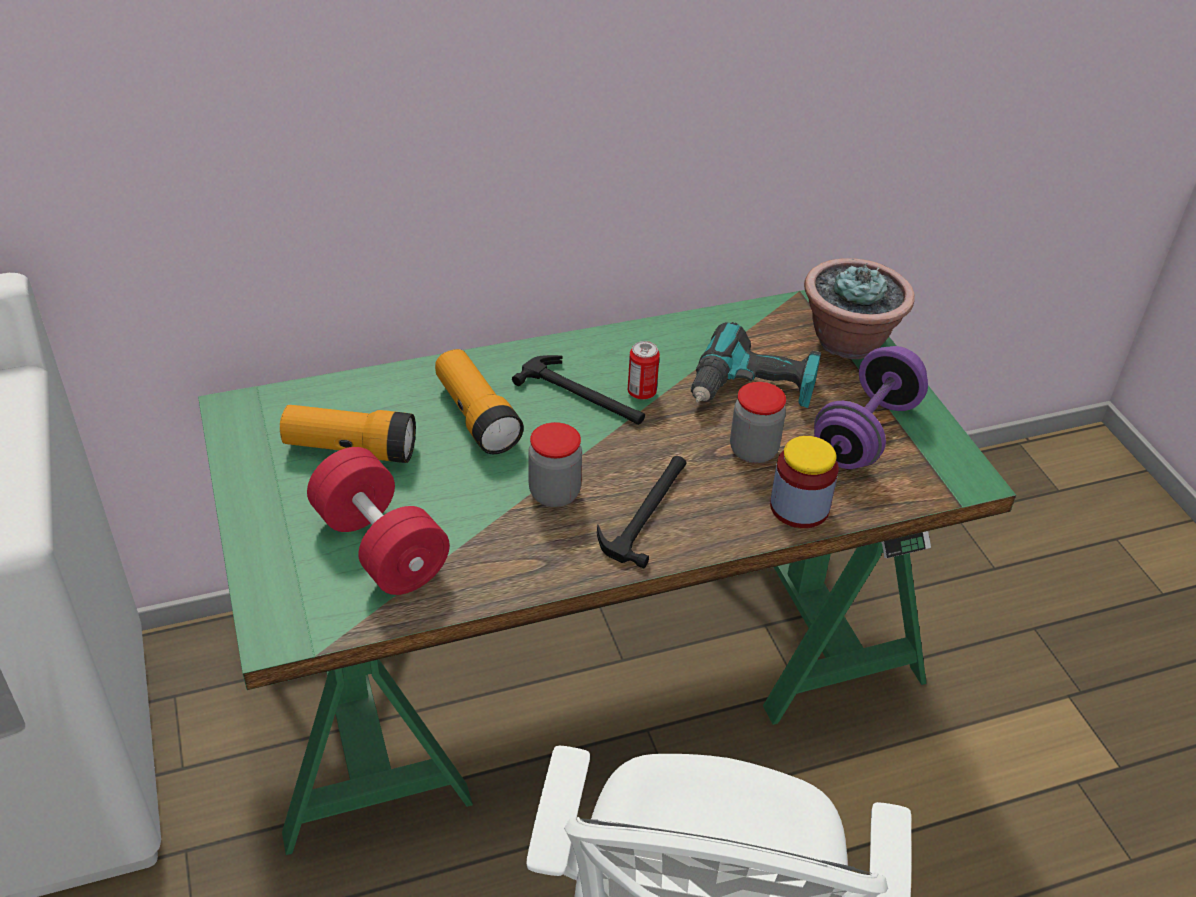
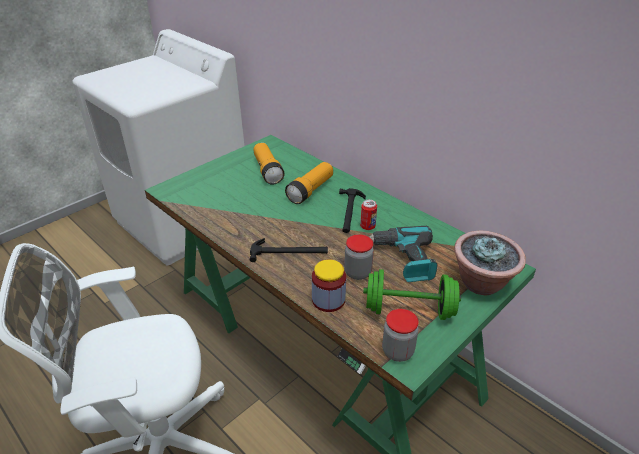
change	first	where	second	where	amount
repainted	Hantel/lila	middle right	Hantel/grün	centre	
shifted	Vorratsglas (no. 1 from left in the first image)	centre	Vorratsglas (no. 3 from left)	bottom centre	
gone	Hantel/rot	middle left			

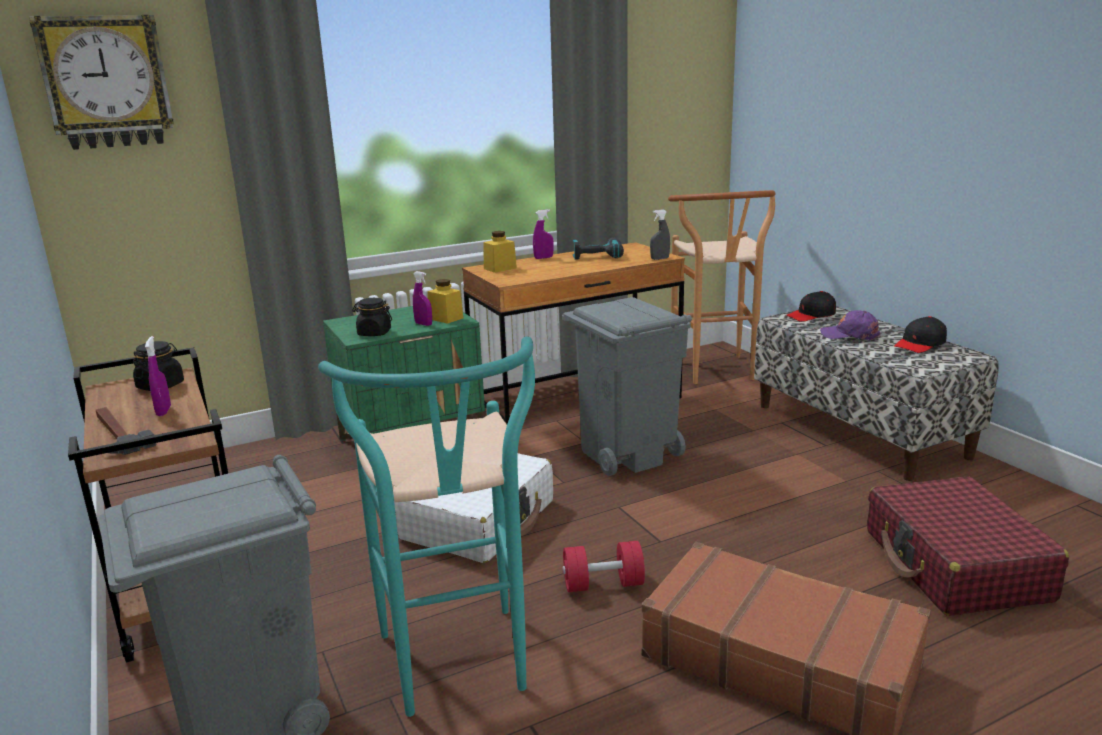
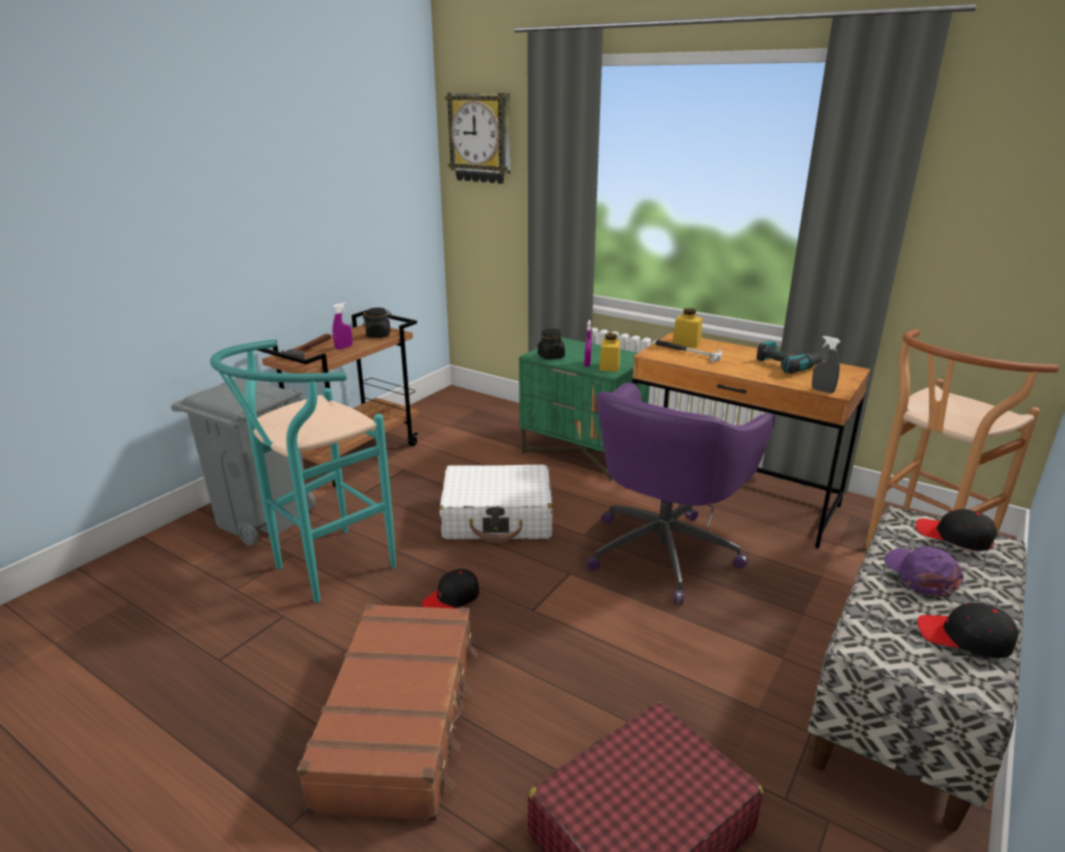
change	first	where	second	where	amount
swapped	Hantel/rot	bottom centre	Kappe/schwarz (no. 1 from left)	bottom centre	
swapped	Mülleimer/grau (no. 2 from left)	centre	Bürostuhl/lila	centre	
new			Hammer (no. 2 from left)	centre	
gone	Sprühflasche/lila (no. 3 from left)	top centre			

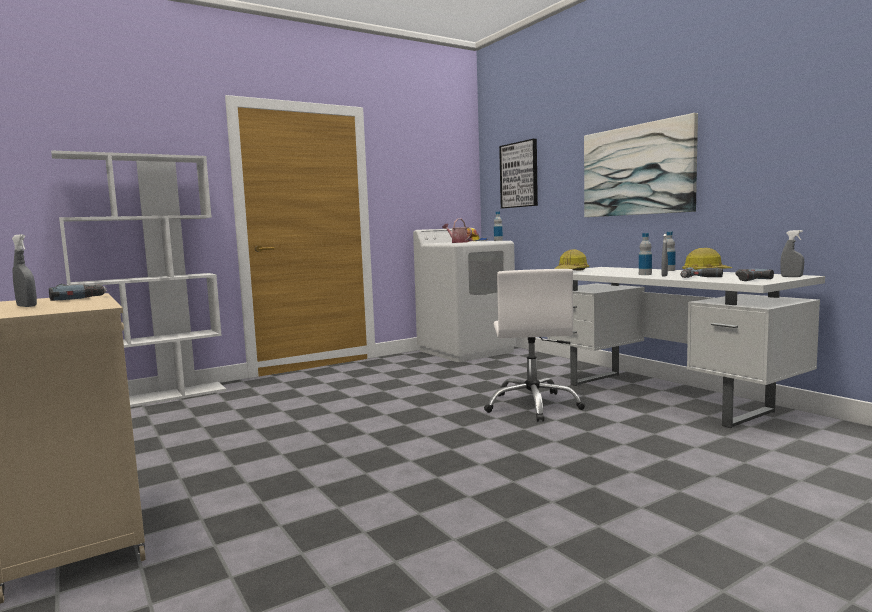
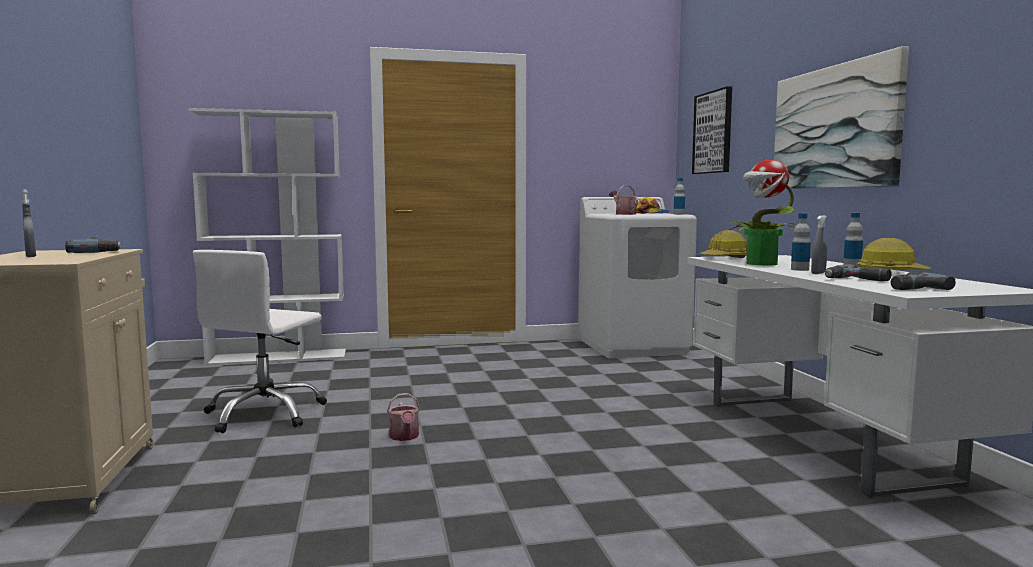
change	first	where	second	where	amount
shifted	Bürostuhl/weiß	centre		middle left	
new			Gießkanne (no. 1 from left)	bottom centre	
new			Topfpflanze	middle right	
gone	Sprühflasche/grau (no. 3 from left)	middle right			

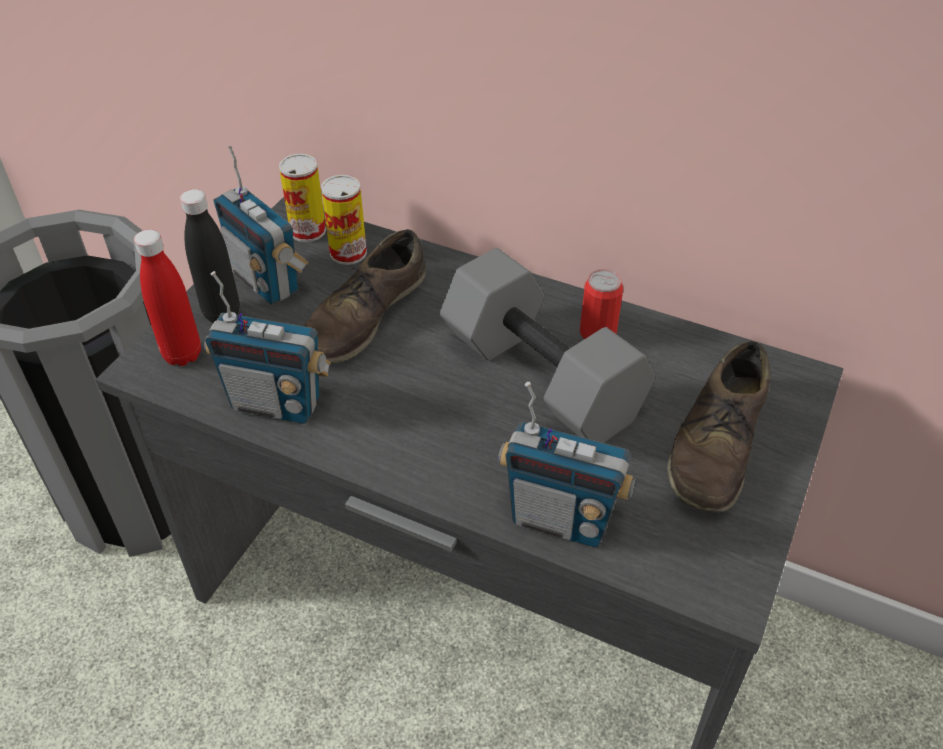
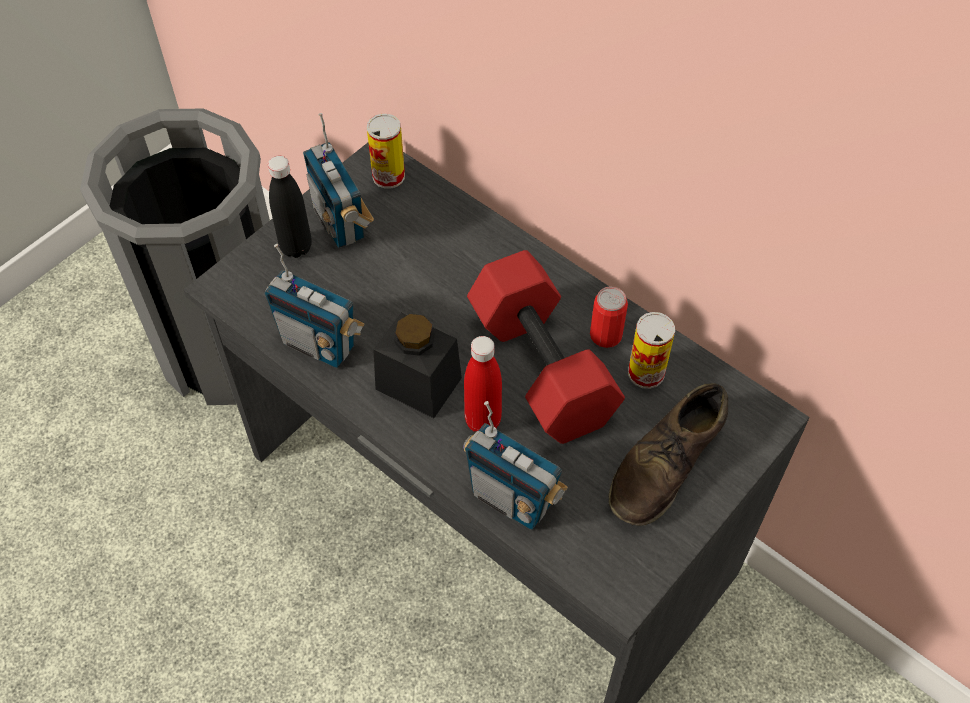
change	first	where	second	where	amount
new			Vorratsglas/schwarz	centre	
shifted	Flasche/rot	middle left		centre	
repainted	Hantel/grau	centre	Hantel/rot	centre	
shifted	Dose (no. 2 from left in the first image)	top centre	Dose (no. 3 from left)	middle right	
gone	Schuh/braun (no. 1 from left)	centre			

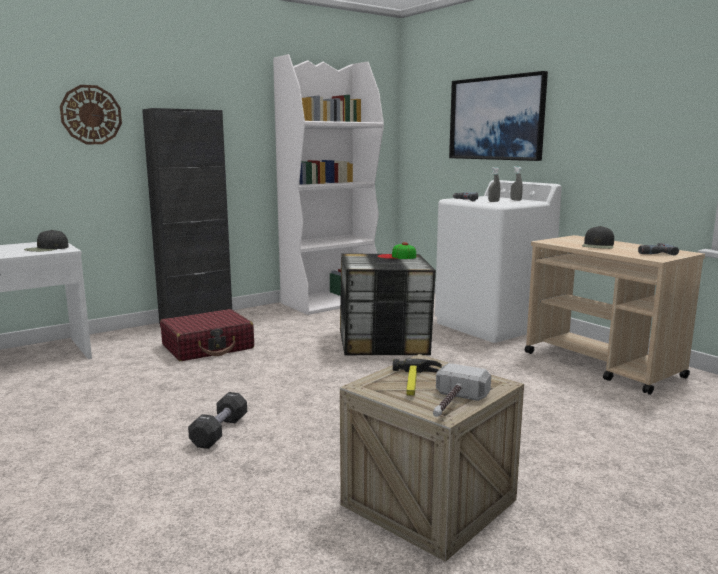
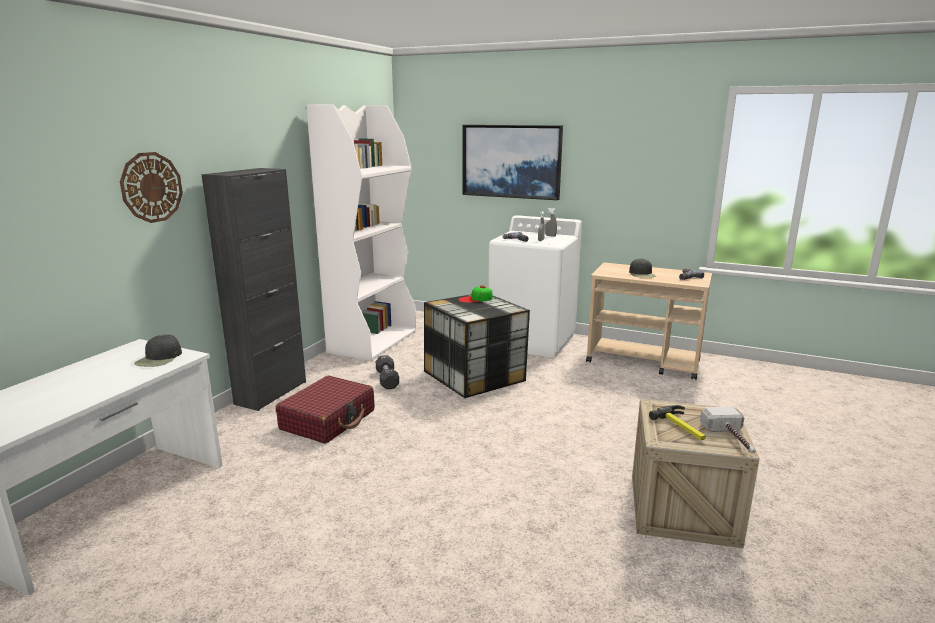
change	first	where	second	where	amount
shifted	Hantel/schwarz	bottom left		centre	

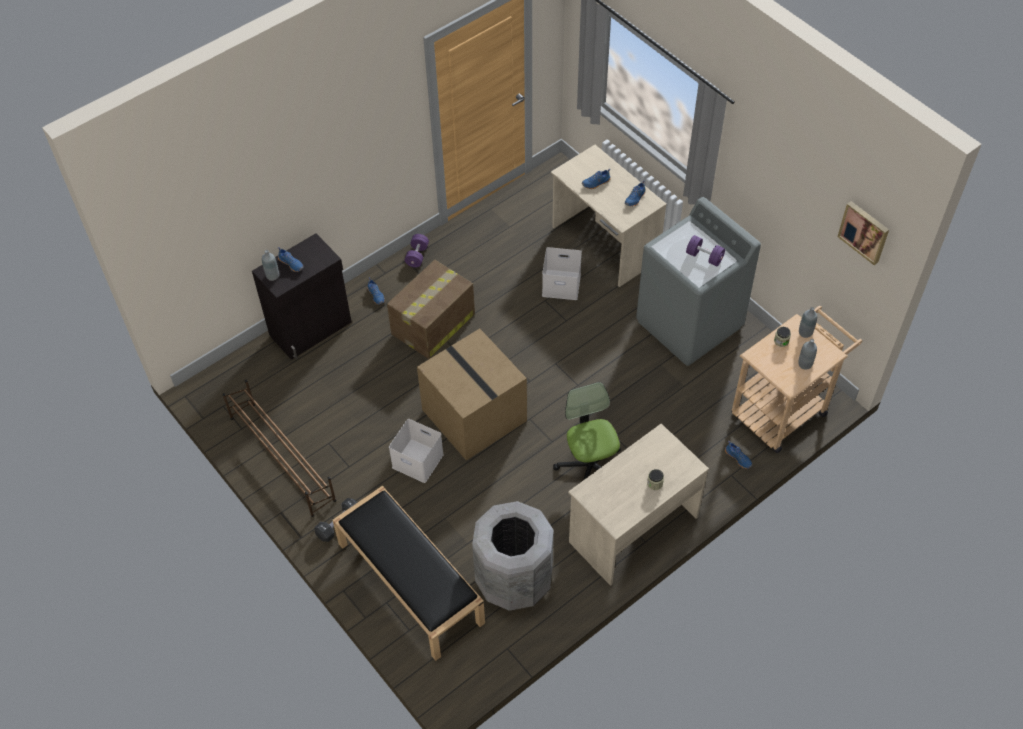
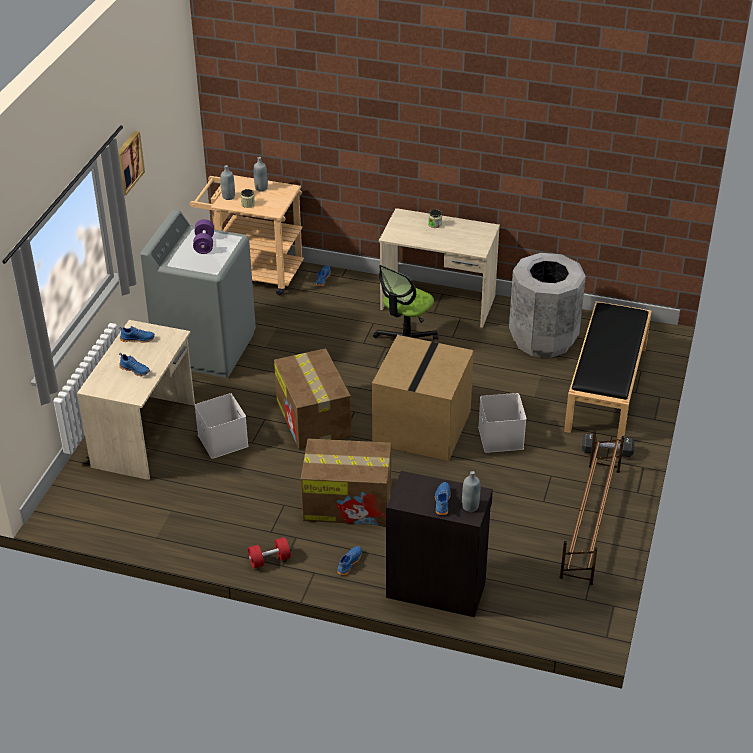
change	first	where	second	where	amount
shifted	Bild	top right		top left	
repainted	Hantel/lila (no. 1 from left)	centre	Hantel/rot	bottom centre	
new			Karton (no. 1 from left)	centre	

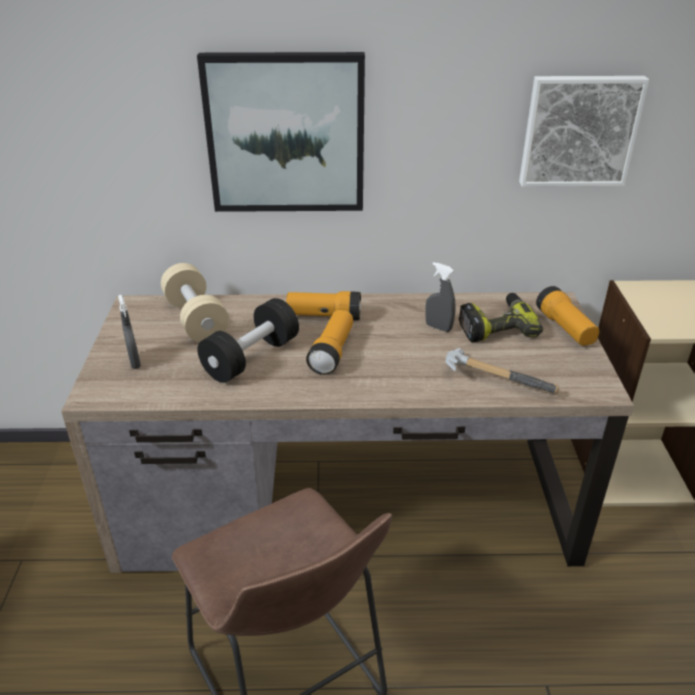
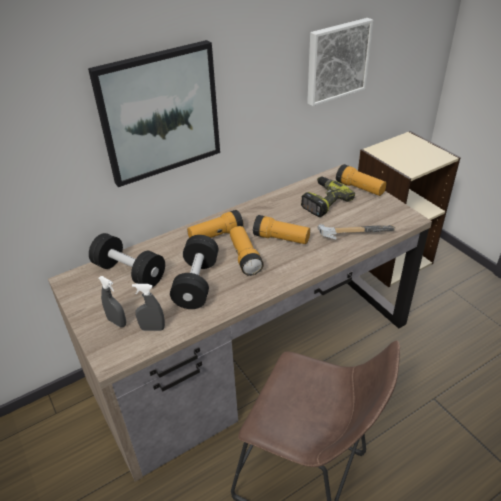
change	first	where	second	where	amount
repainted	Hantel/beige	middle left	Hantel/schwarz (no. 1 from left)	middle left	
shifted	Sprühflasche/grau (no. 2 from left)	centre		middle left	
new			Taschenlampe (no. 3 from left)	centre	

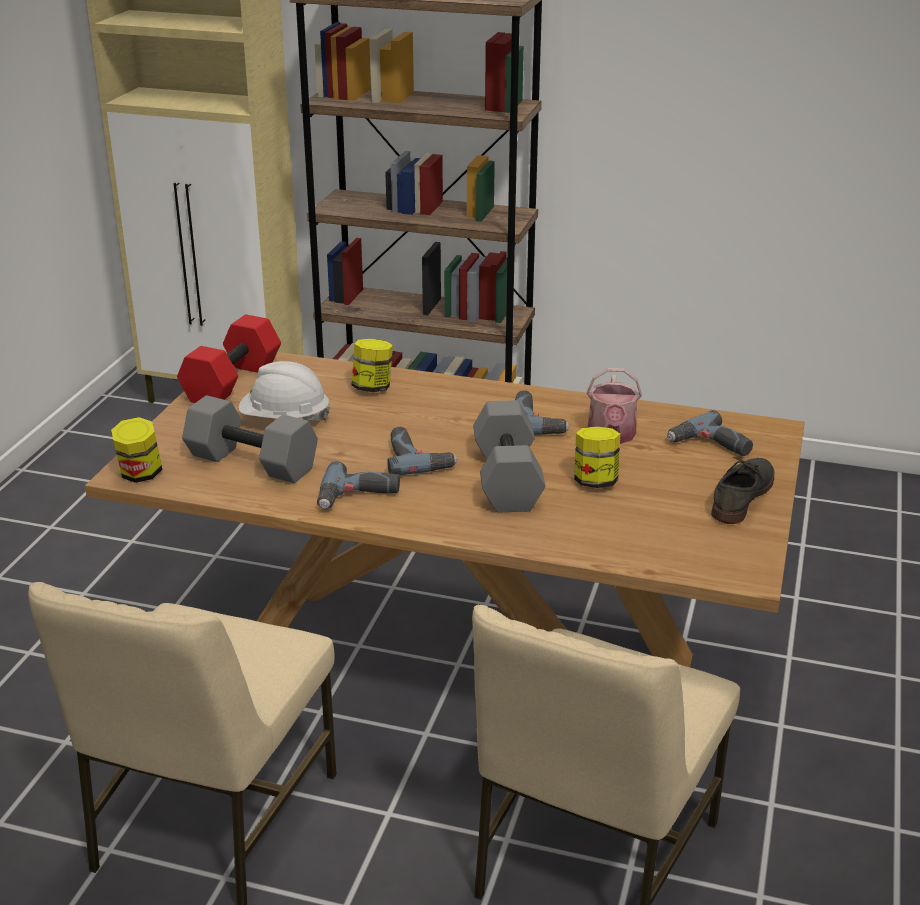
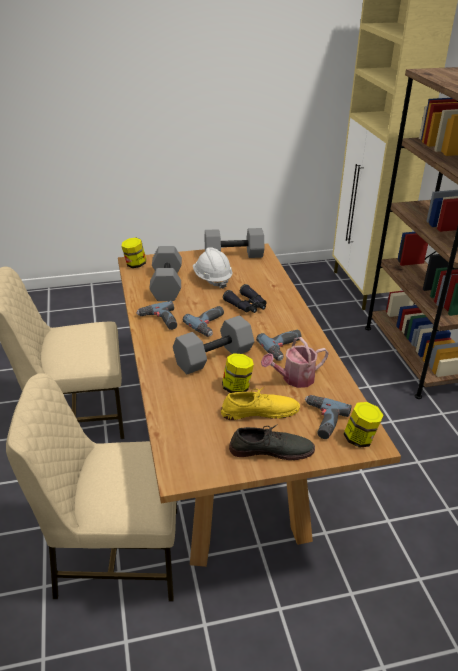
change	first	where	second	where	amount
repainted	Hantel/rot	middle left	Hantel/grau (no. 3 from left)	centre	
new			Schuh/gelb	centre	
new			Fernglas/schwarz	centre	
shifted	Vorratsglas (no. 2 from left in the first image)	centre	Vorratsglas (no. 3 from left)	middle right	

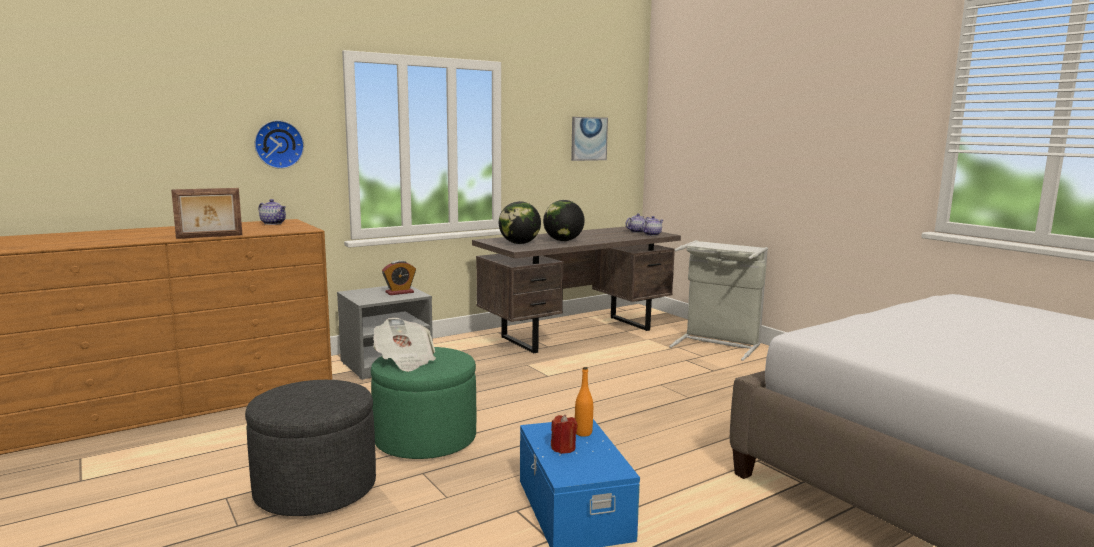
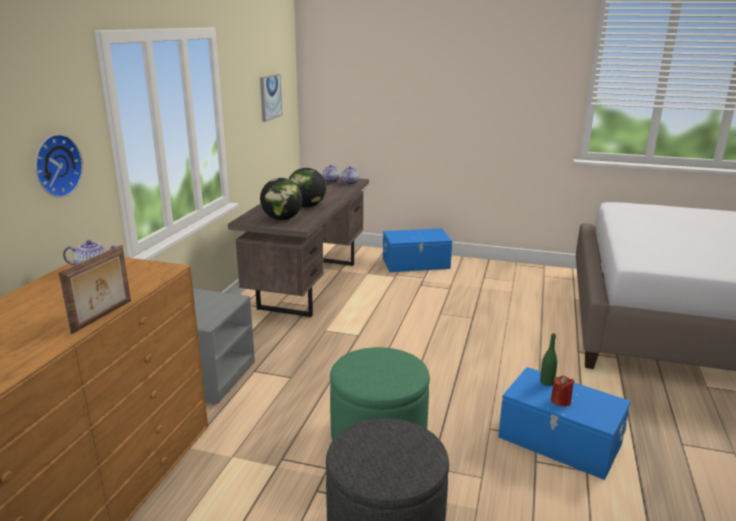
change	first	where	second	where	amount
swapped	Wäschekorb/grau	centre	Aufbewahrungsbox/blau (no. 1 from left)	centre	
repainted	Flasche/orange	bottom centre	Flasche/grün	bottom right	
gone	Zeitung	centre			
gone	Wecker	centre			

